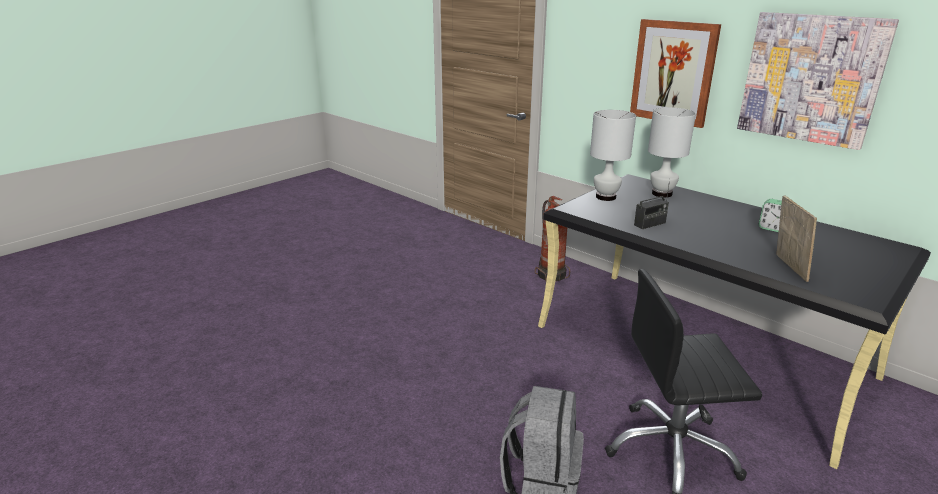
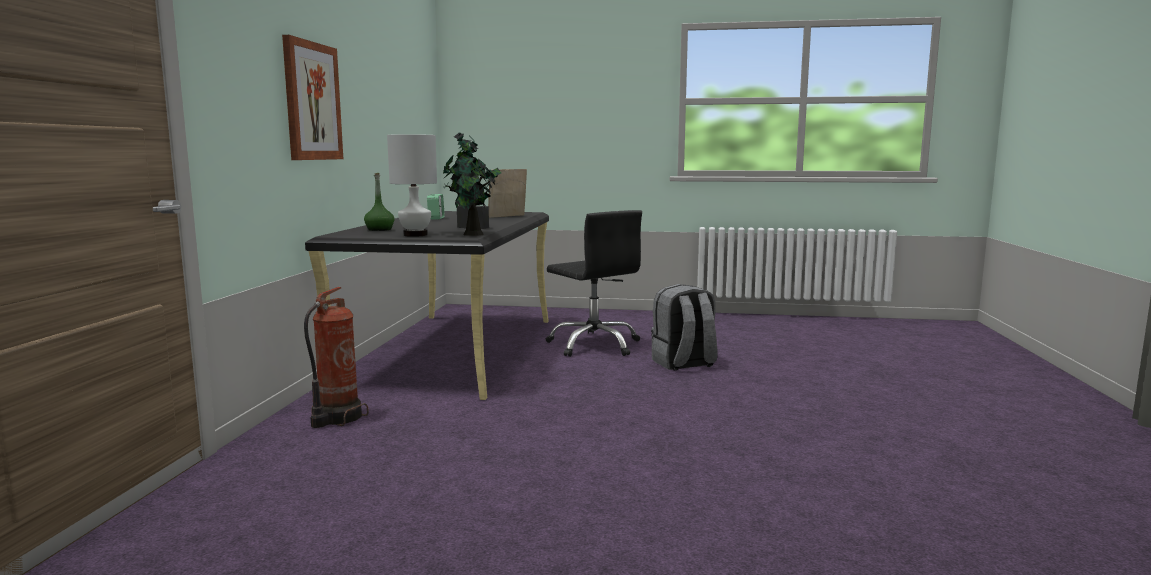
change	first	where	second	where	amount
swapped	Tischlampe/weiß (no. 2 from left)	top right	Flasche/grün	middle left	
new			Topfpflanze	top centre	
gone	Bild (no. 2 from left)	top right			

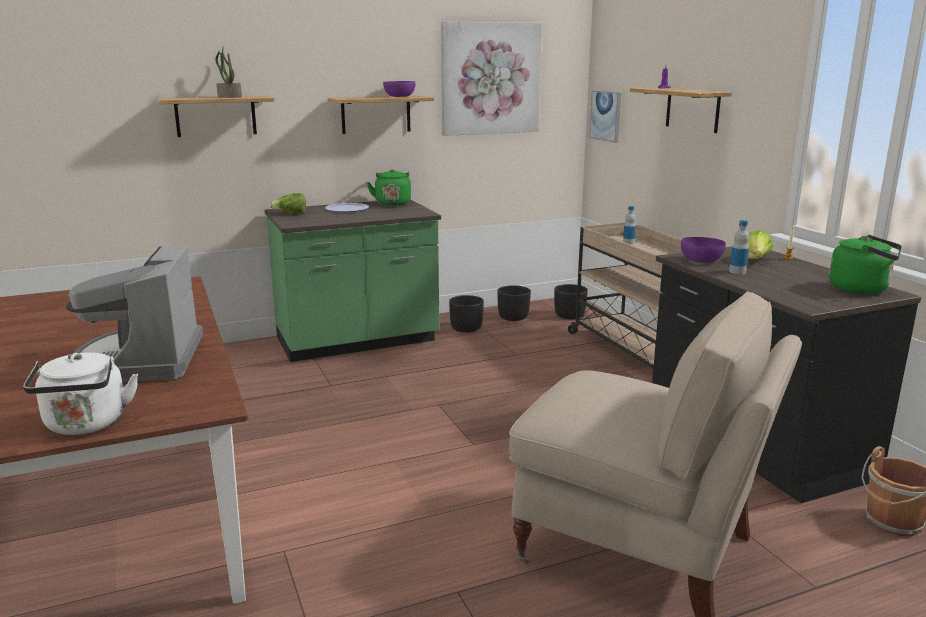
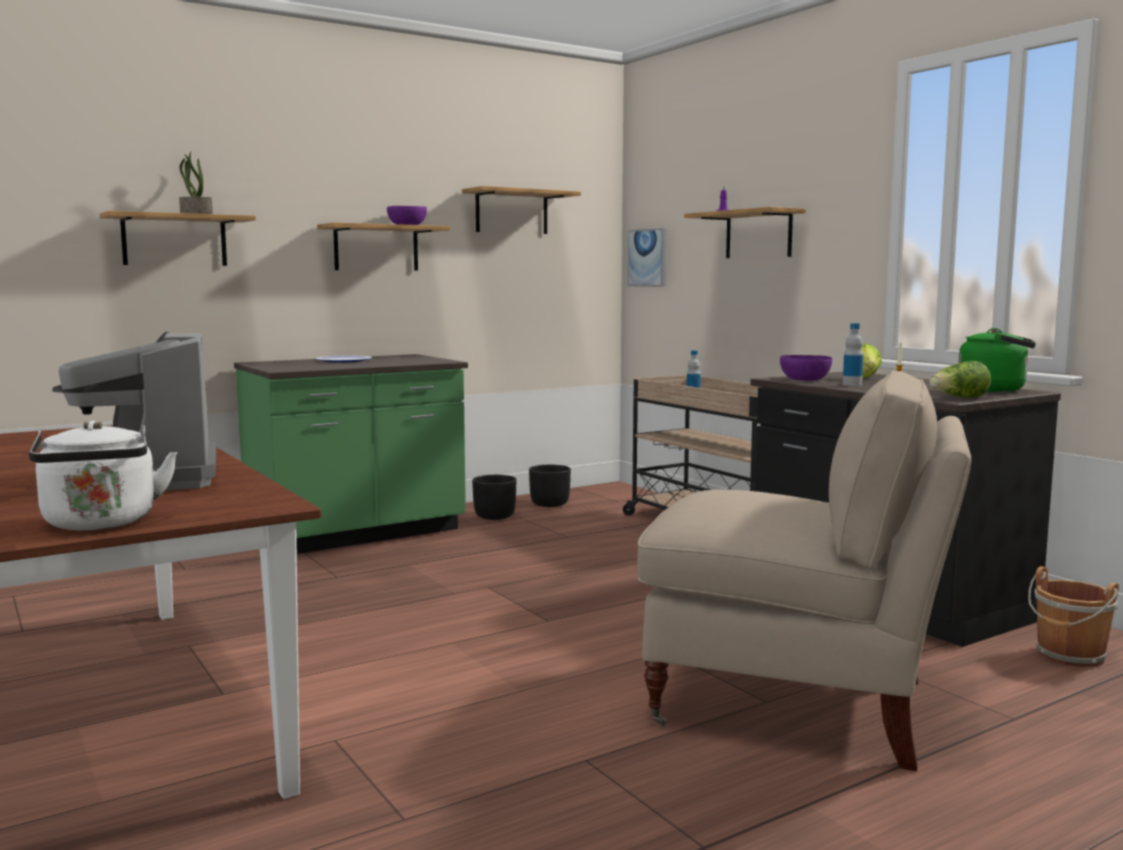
change	first	where	second	where	amount
swapped	Bild (no. 1 from left)	top centre	Wandregal (no. 3 from left)	top centre	
shifted	Salatkopf (no. 1 from left in the first image)	top left	Salatkopf (no. 2 from left)	middle right	
gone	Wasserkessel/grün (no. 1 from left)	top centre			
gone	Pflanzkübel/schwarz (no. 3 from left)	centre			

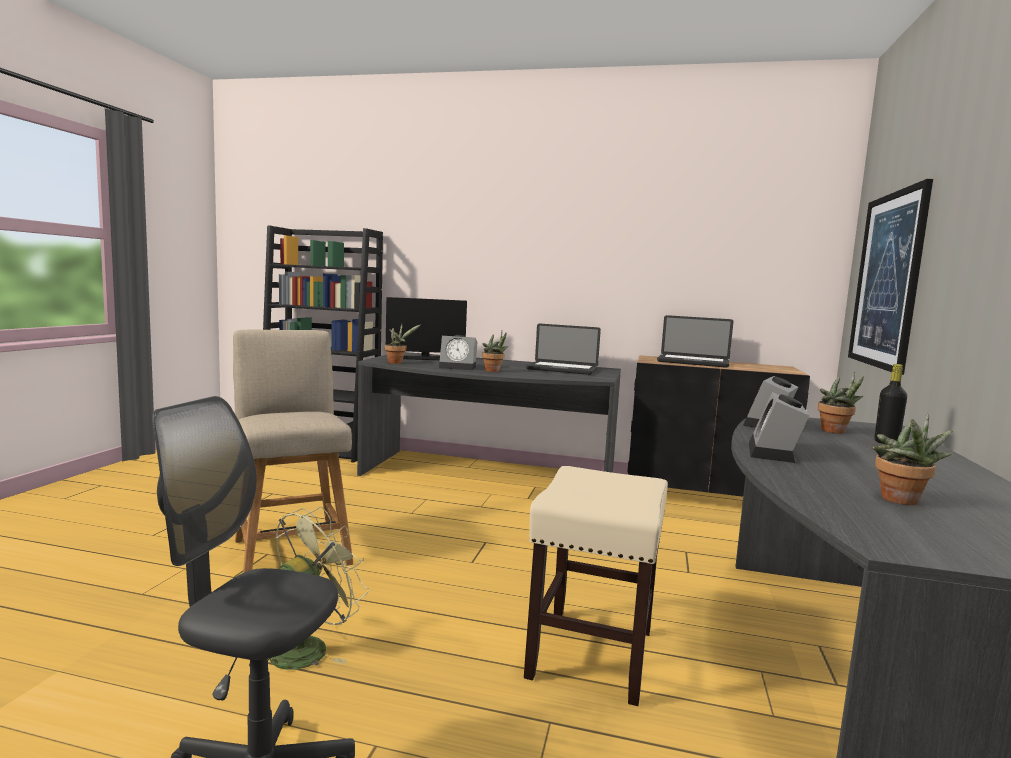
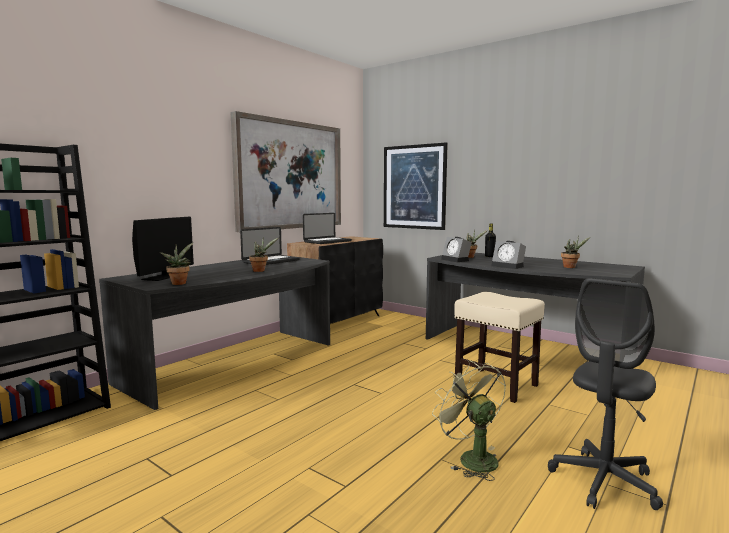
change	first	where	second	where	amount
new			Bild (no. 1 from left)	top centre	
gone	Stuhl/beige	middle left			
gone	Wecker (no. 1 from left)	centre			

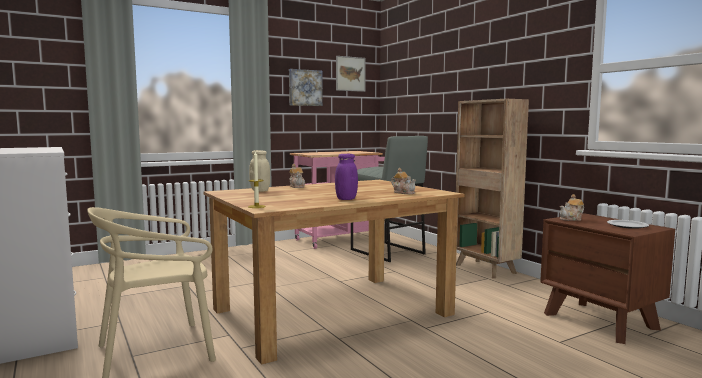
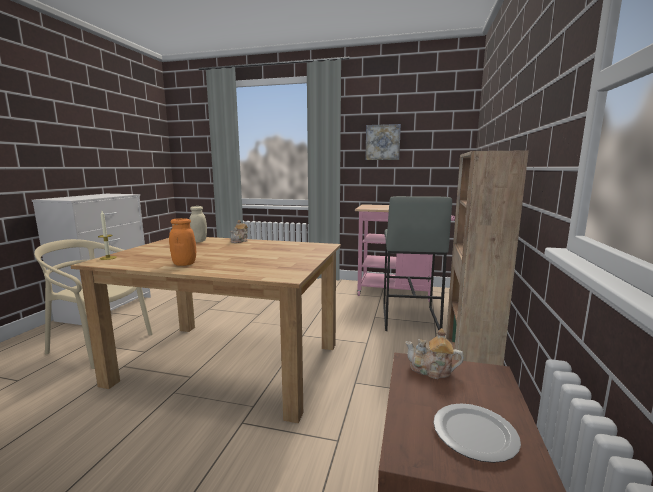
change	first	where	second	where	amount
repainted	Vorratsglas/lila	centre	Vorratsglas/orange	middle left	
gone	Bild (no. 2 from left)	top centre			
gone	Teekanne (no. 2 from left)	centre			

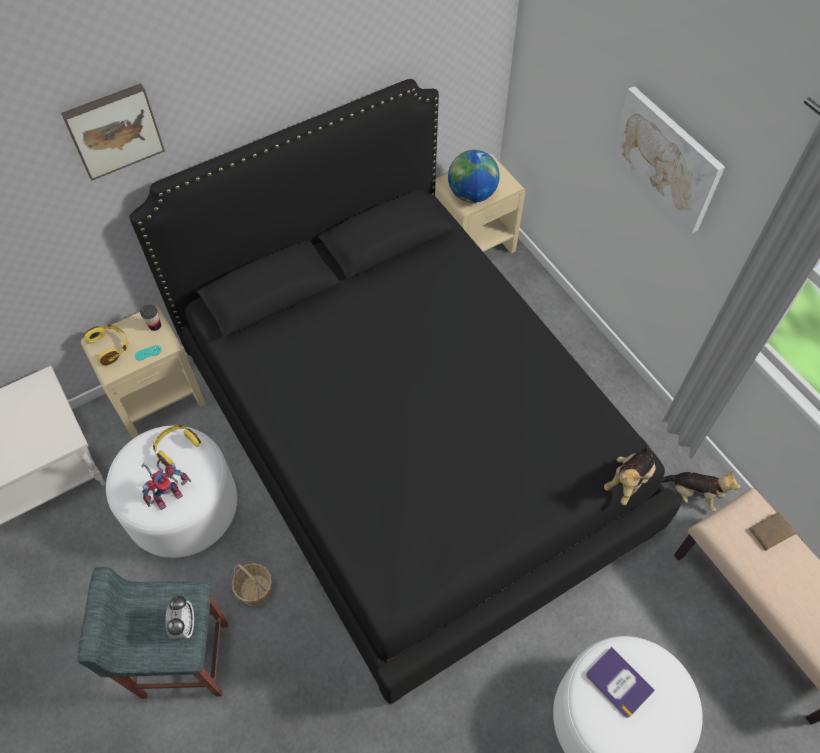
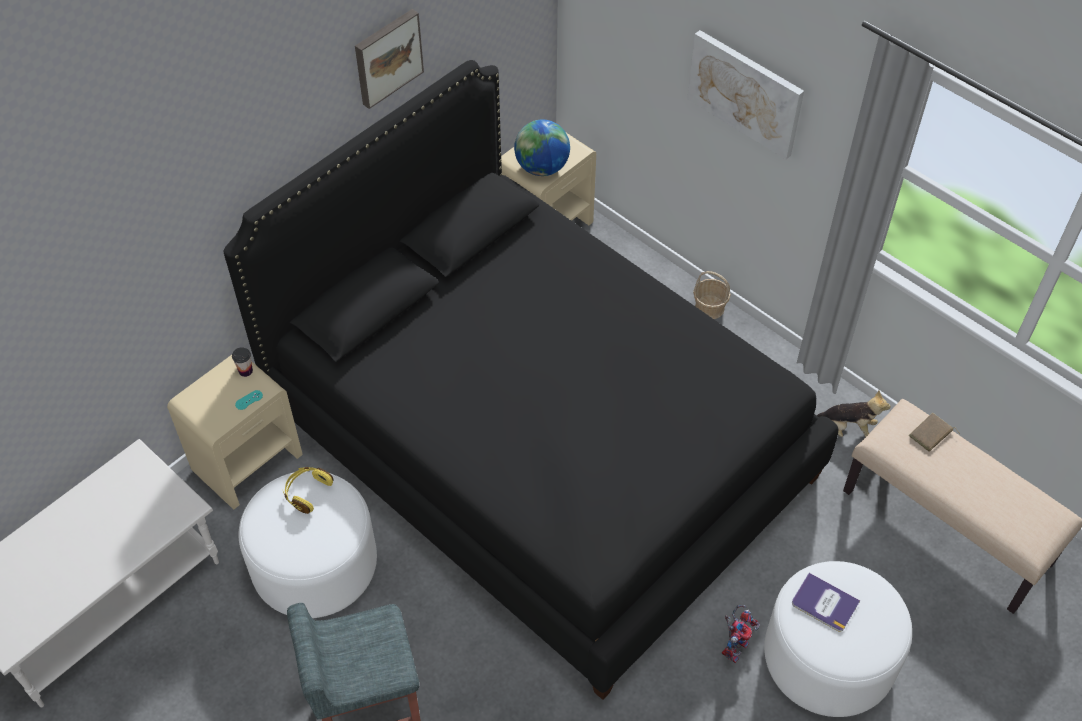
change	first	where	second	where	amount
shifted	Bild (no. 1 from left)	top left		top centre	
shifted	Korb	bottom left		centre	
shifted	Spielzeugroboter	middle left		bottom right	
gone	Kopfhörer/gelb (no. 1 from left)	middle left			
gone	Wecker	bottom left			
gone	Plüschtier (no. 1 from left)	middle right			

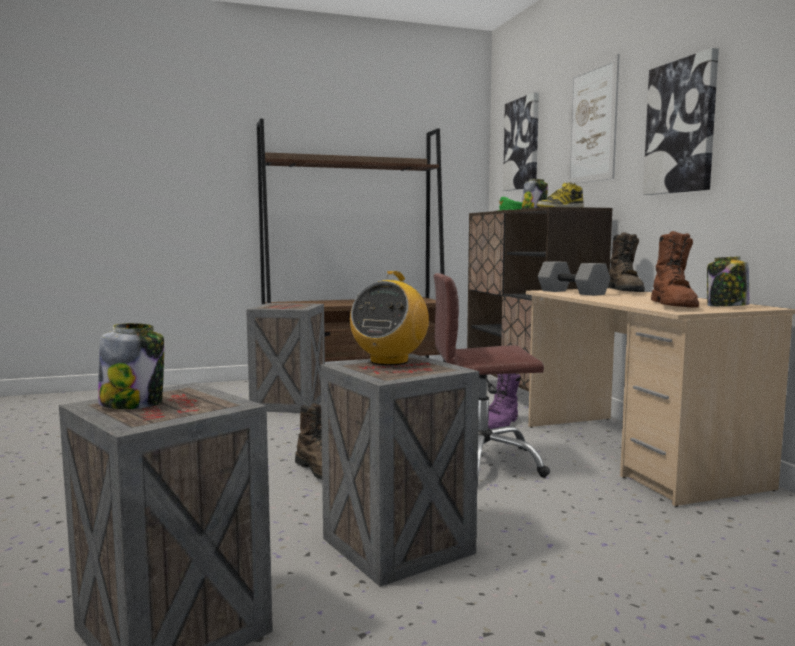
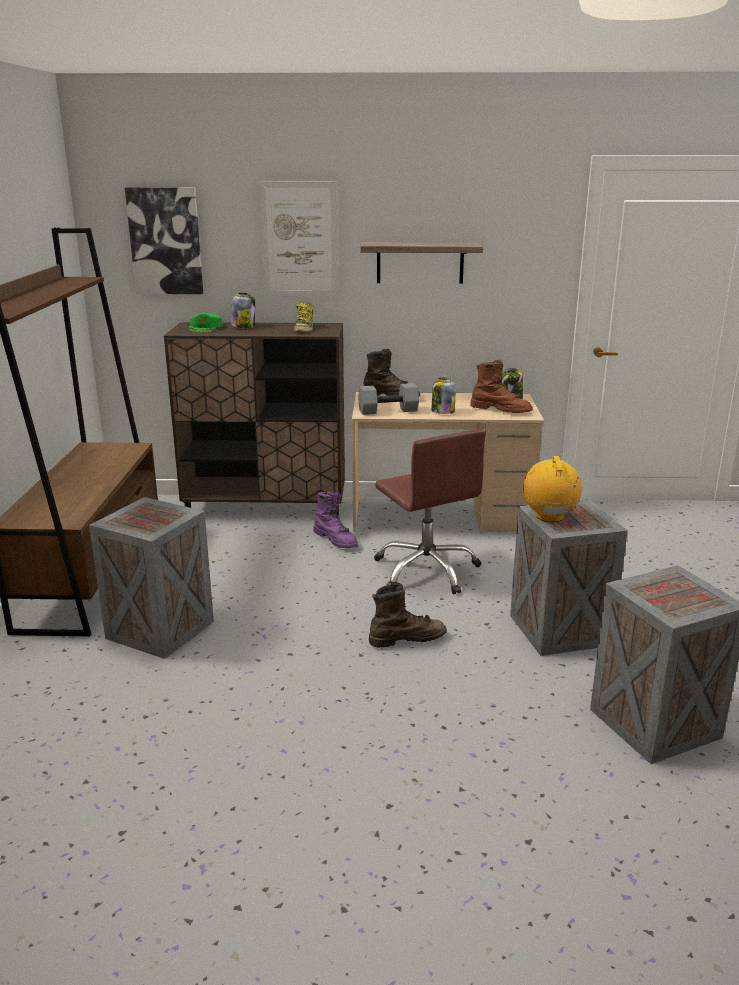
change	first	where	second	where	amount
swapped	Bild (no. 3 from left)	top right	Wandregal	top centre	
rotated	Bürostuhl/braun	centre		centre	45 degrees counterclockwise
shifted	Vorratsglas (no. 1 from left in the first image)	middle left	Vorratsglas (no. 2 from left)	centre	
rotated	Radio	centre		middle right	135 degrees counterclockwise

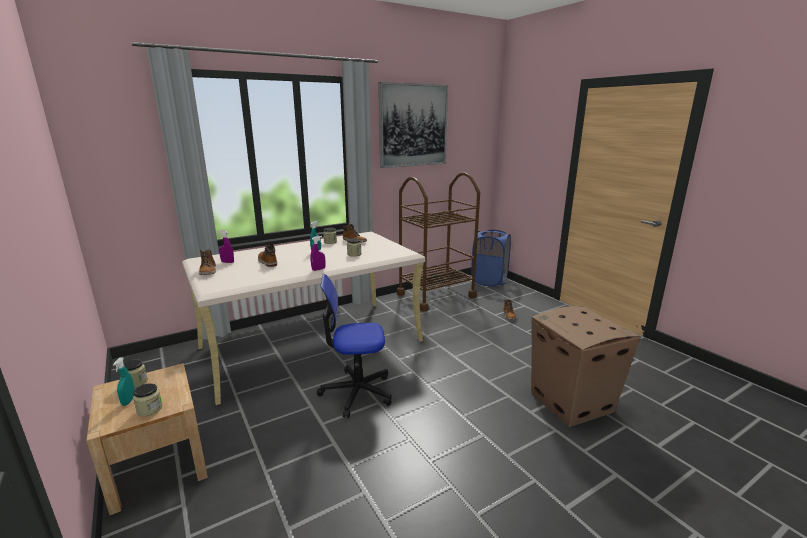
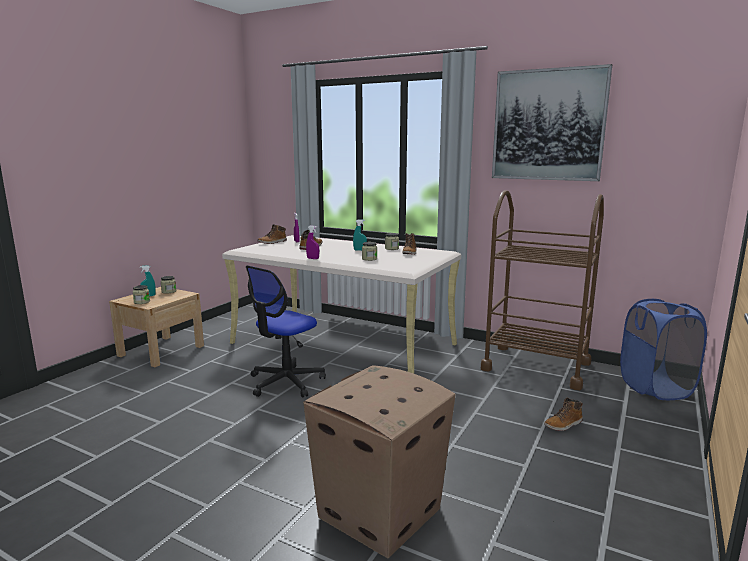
change	first	where	second	where	amount
rotated	Bürostuhl	centre		centre	105 degrees counterclockwise

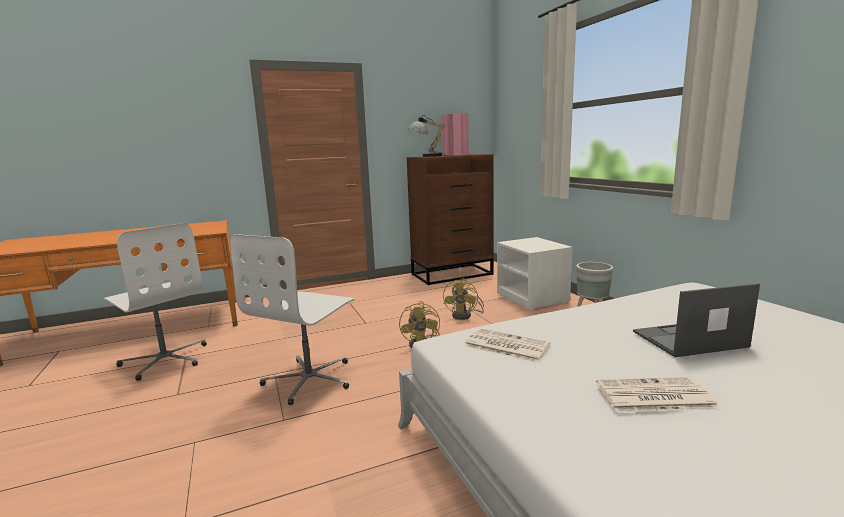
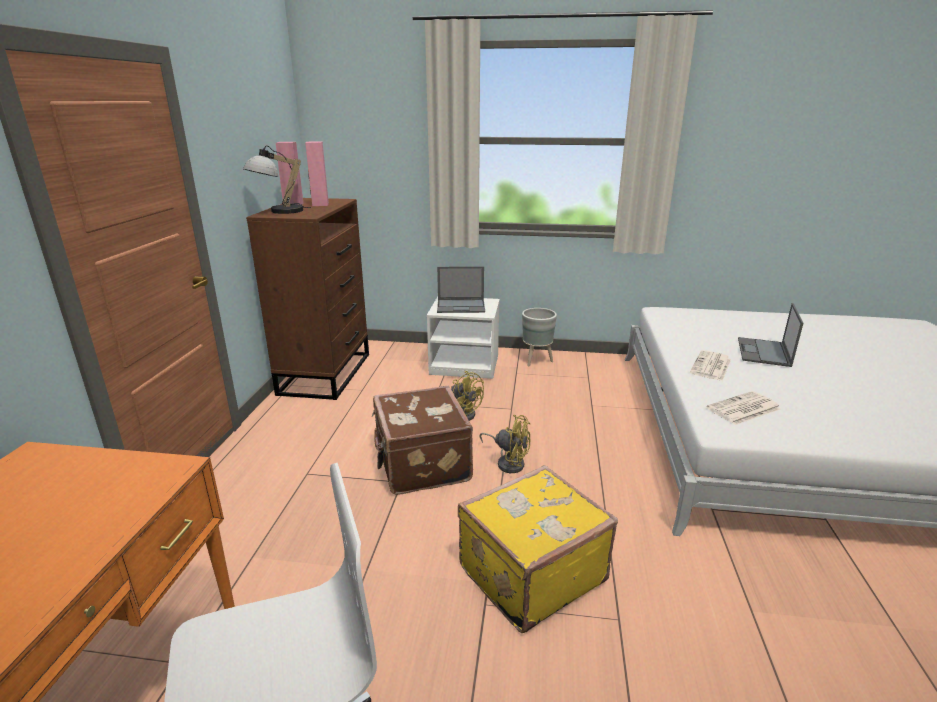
change	first	where	second	where	amount
new			Koffer/braun	centre	
new			Laptop (no. 1 from left)	centre	
swapped	Bürostuhl/weiß (no. 2 from left)	centre	Koffer/gelb	bottom centre	
shifted	Zeitung (no. 2 from left in the first image)	bottom right	Zeitung (no. 1 from left)	middle right	

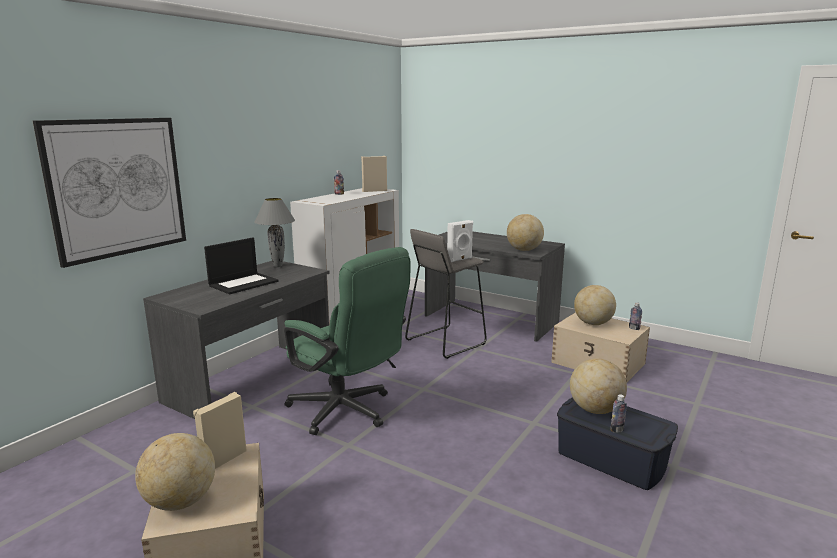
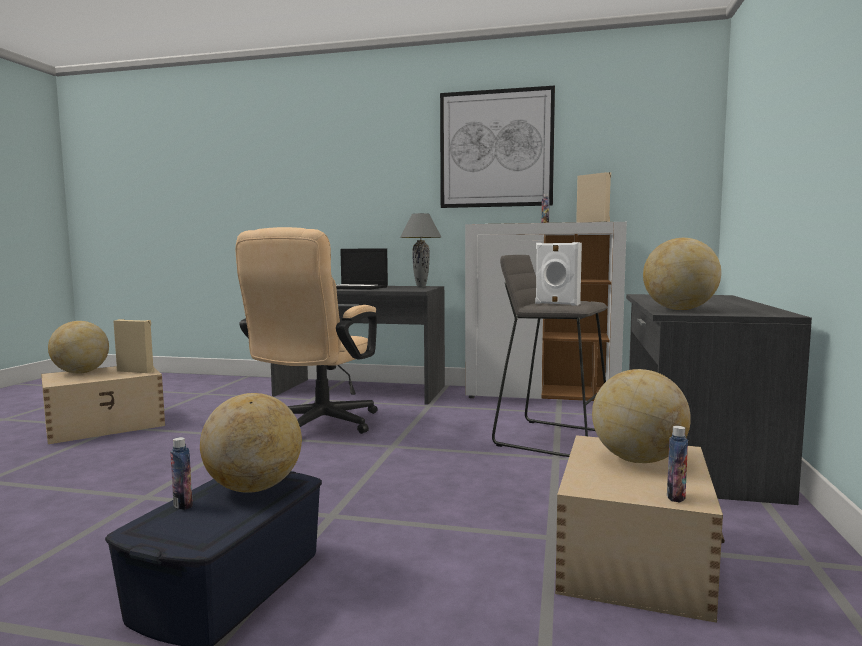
change	first	where	second	where	amount
repainted	Bürostuhl/grün	centre	Bürostuhl/beige	centre	
shifted	Bild	middle left		top centre	

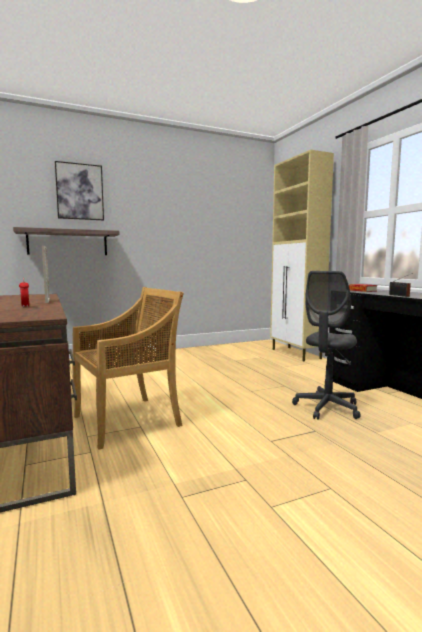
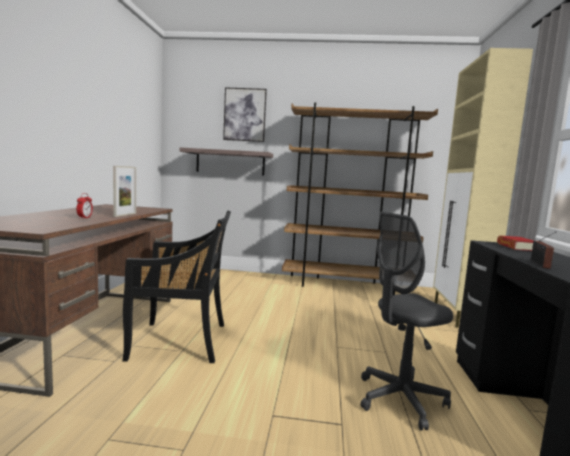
change	first	where	second	where	amount
repainted	Stuhl/beige	middle left	Stuhl/schwarz	middle left	
new			Bücherregal/braun	centre	

